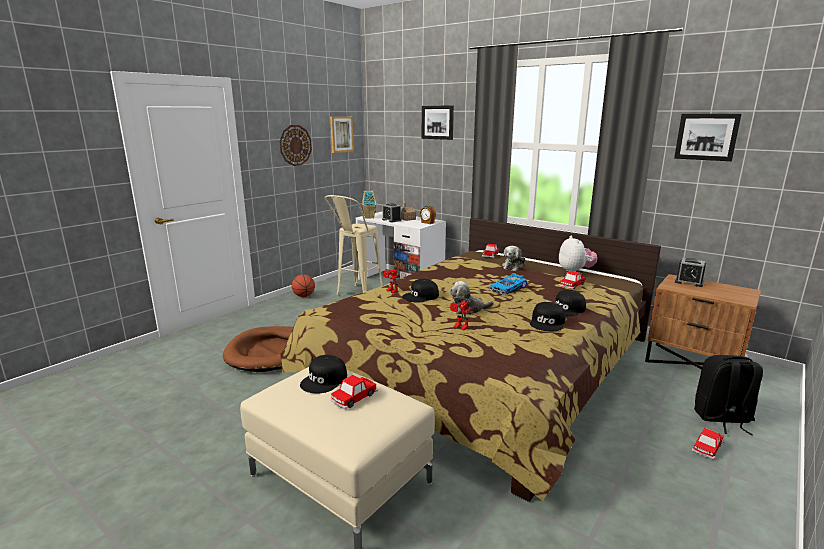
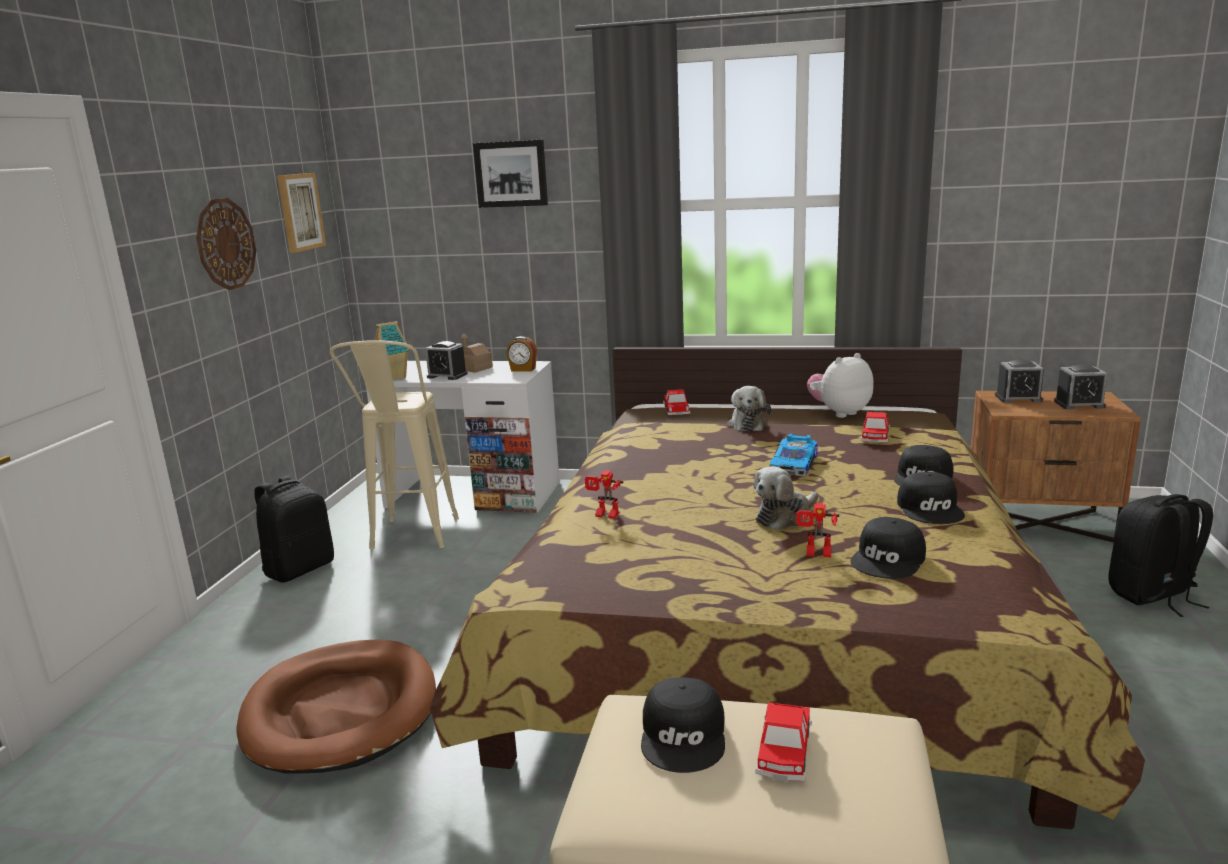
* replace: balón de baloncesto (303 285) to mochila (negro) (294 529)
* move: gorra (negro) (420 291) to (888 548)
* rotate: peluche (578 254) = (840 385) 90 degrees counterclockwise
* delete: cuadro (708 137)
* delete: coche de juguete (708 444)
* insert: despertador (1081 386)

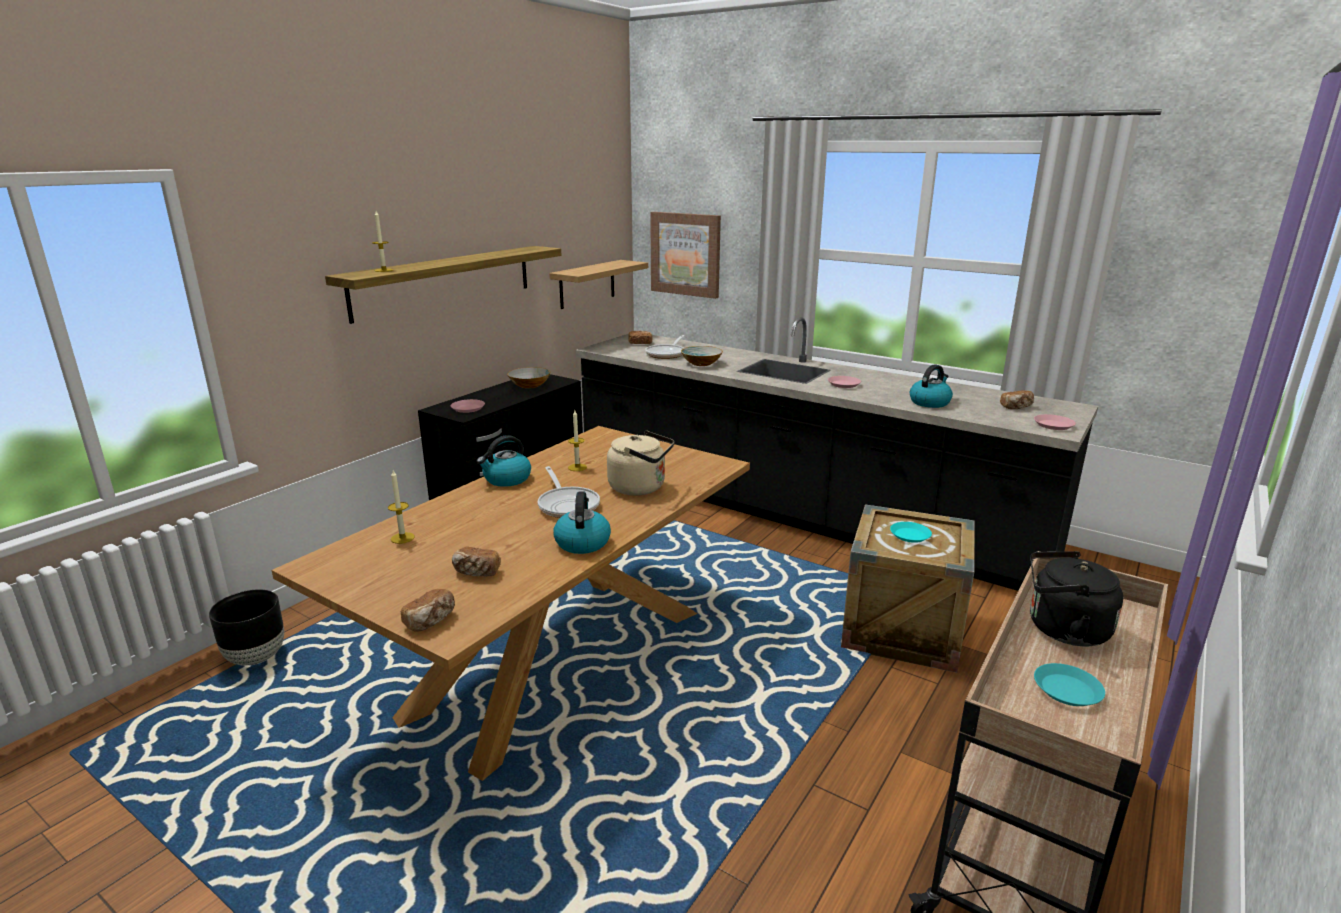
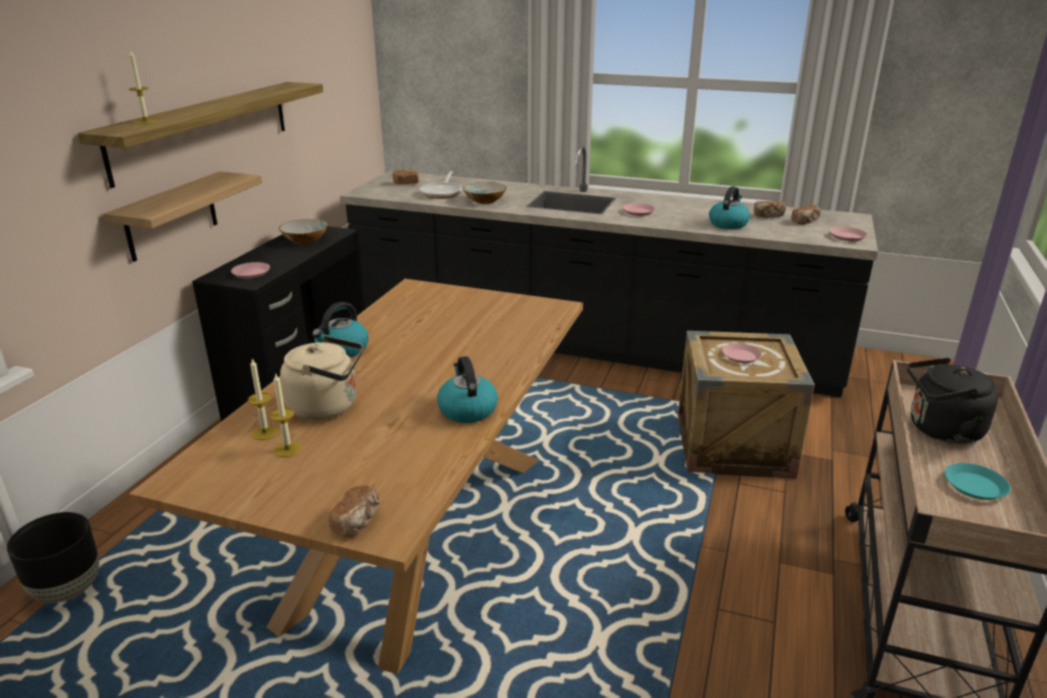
* move: pan (476 562) to (770 209)
* delete: sartén (569 492)
* move: estante (598 284) to (182 216)
* move: vela (577 440) to (286 415)
* move: hervidor (beis) (640 463) to (321 378)
* delete: cuadro (685 255)
* recolor: plato (turquesa) (911 532) to plato (rosa) (742 353)

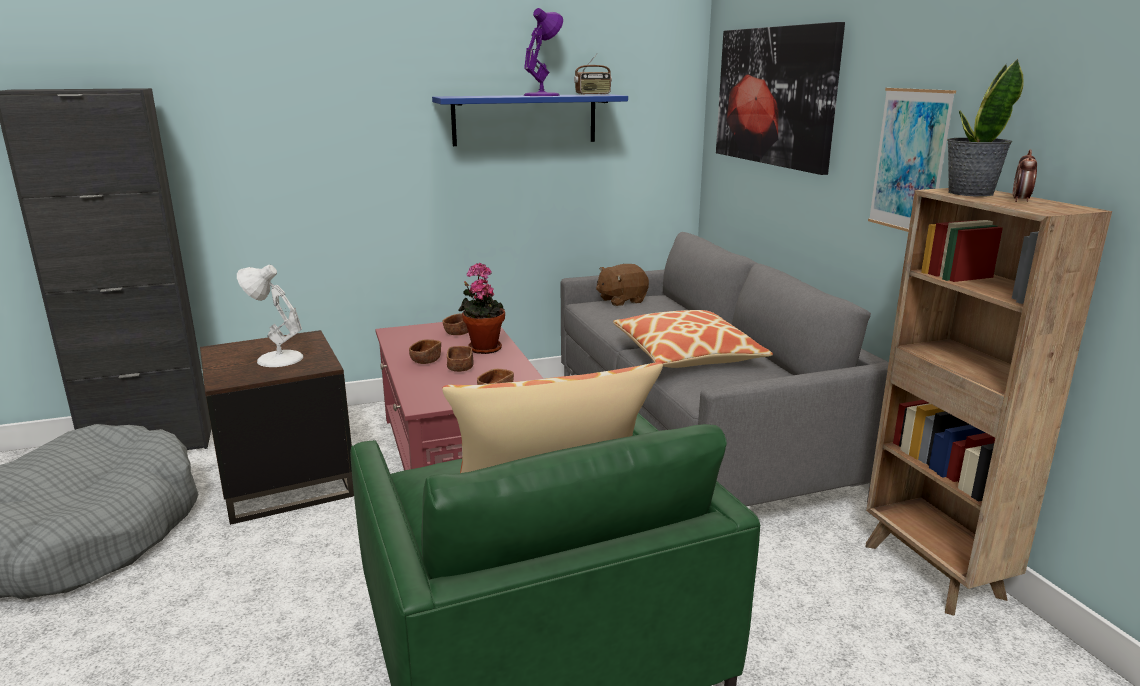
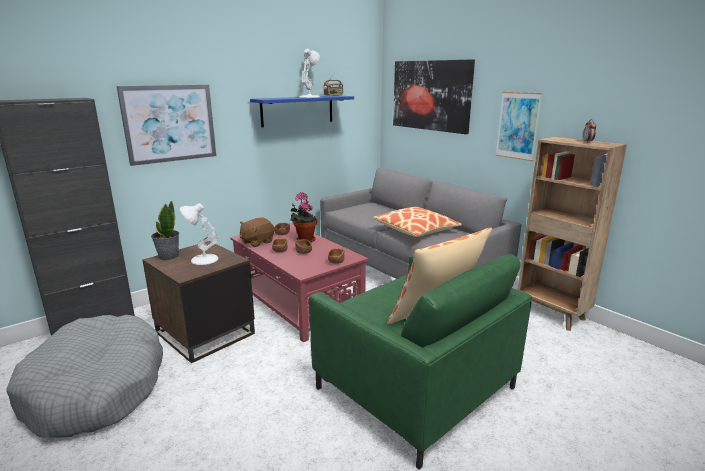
* recolor: lámpara de mesa (morado) (543 52) to lámpara de mesa (blanco) (310 73)
* move: peluche (marrón) (622 285) to (257 232)
* move: planta en maceta (985 127) to (165 230)
* insert: cuadro (166 125)

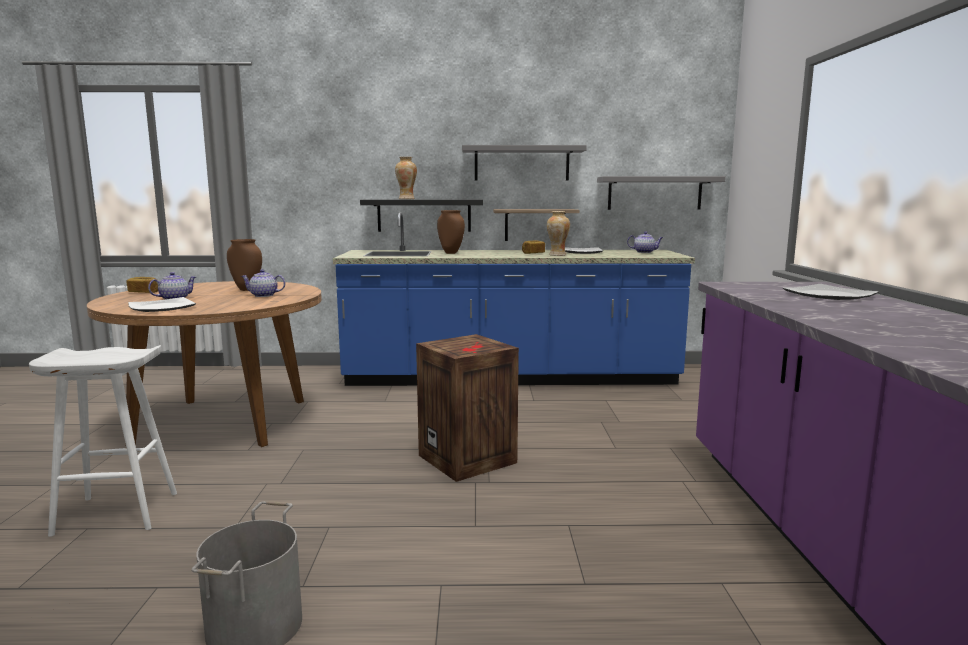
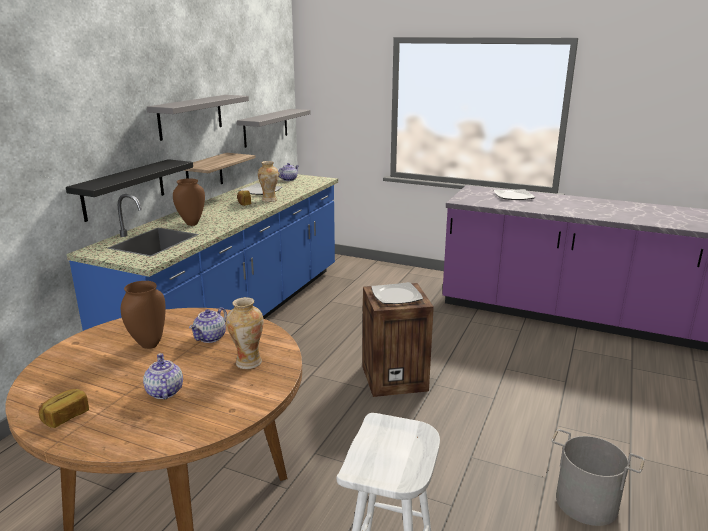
* move: plato (162 304) to (397 293)
* move: florero (406 178) to (244 333)

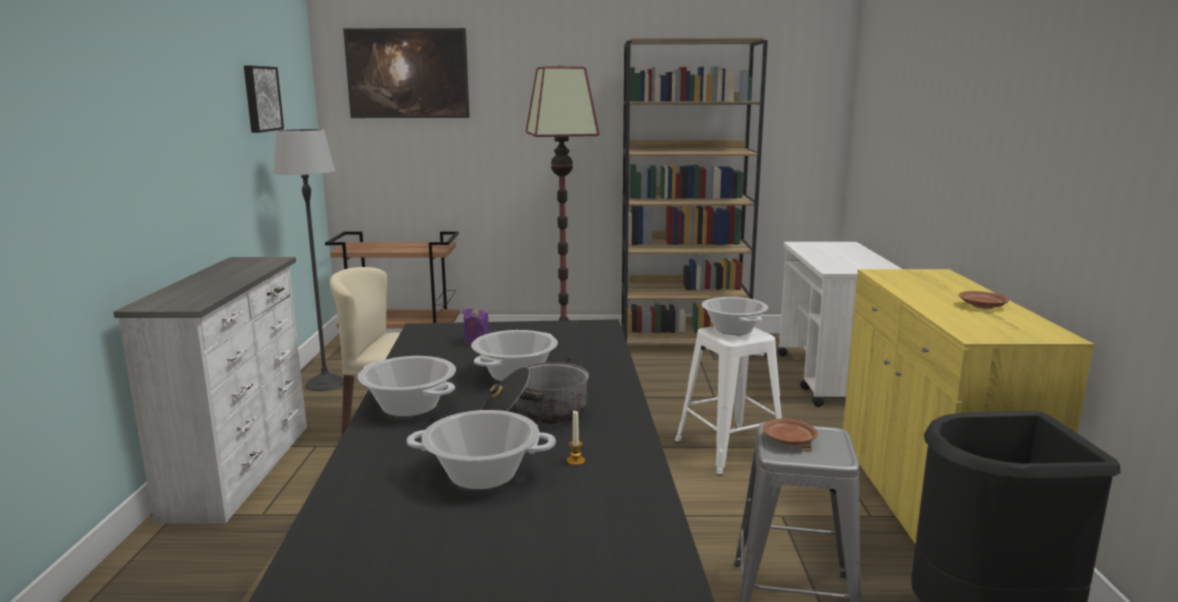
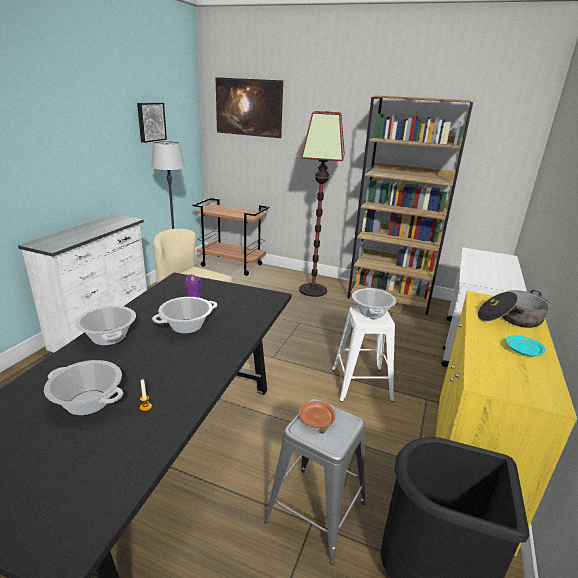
* move: olla (535 391) to (514 309)
* recolor: plato (marrón) (984 300) to plato (turquesa) (525 346)

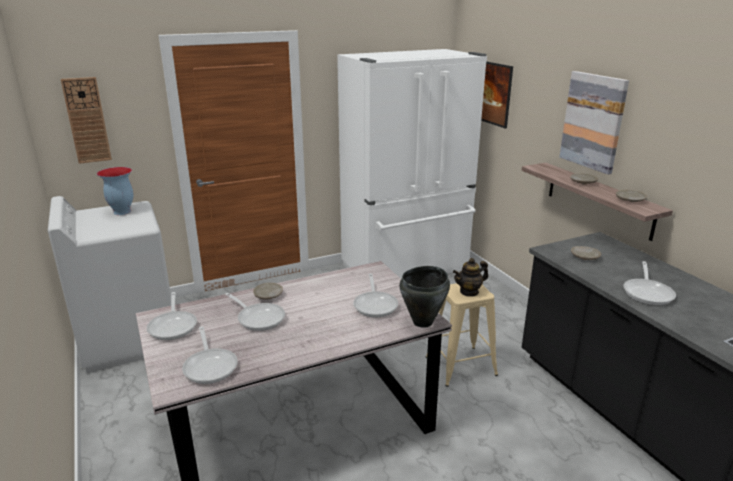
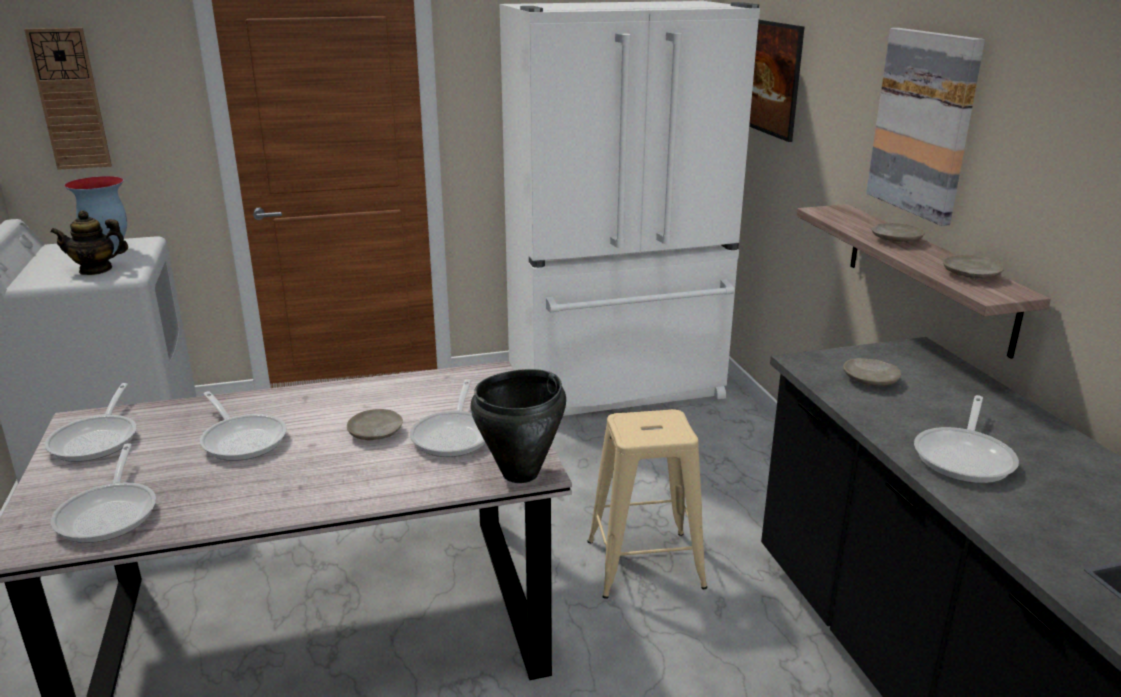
* move: plato (beis) (268 291) to (375 424)
* move: tetera (470 277) to (89 242)

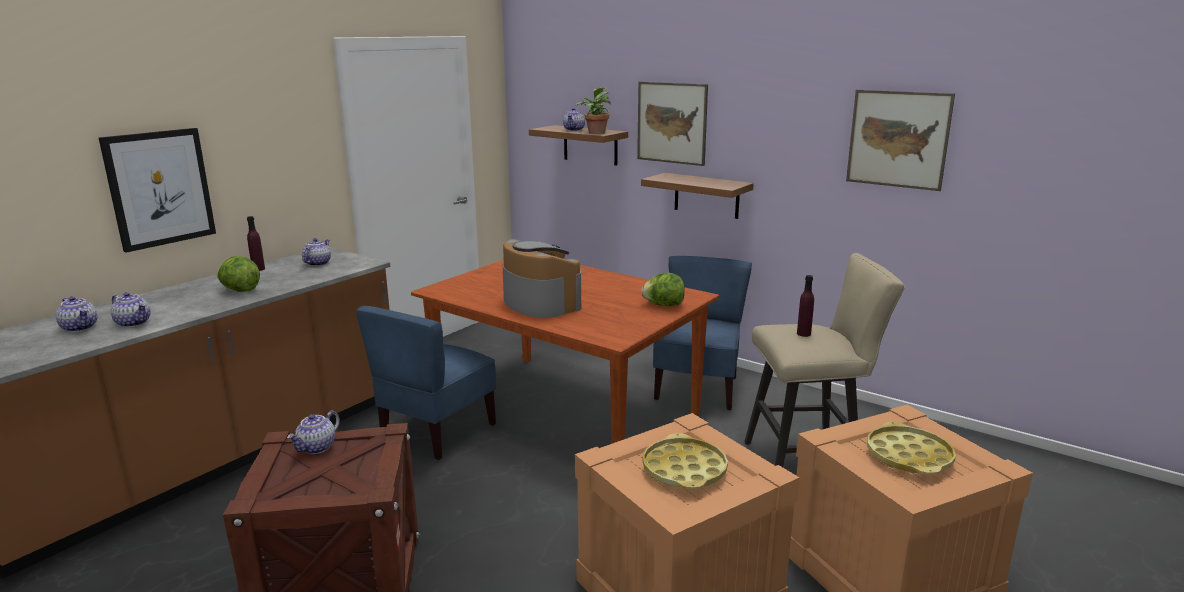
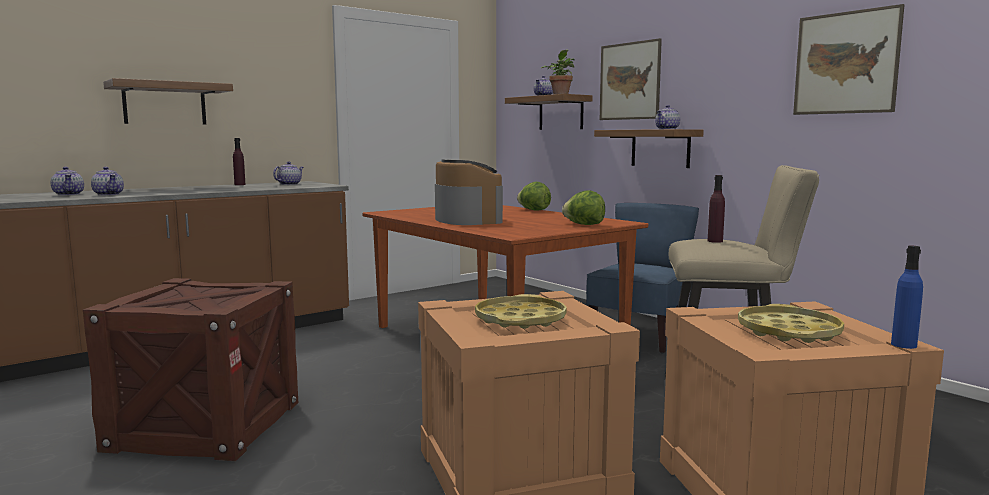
* replace: cuadro (157 190) to estante (168 101)
* move: lechuga (238 274) to (534 196)
* move: tetera (313 432) to (667 117)
* delete: silla (azul) (426 383)
* insert: botella (azul) (907 297)

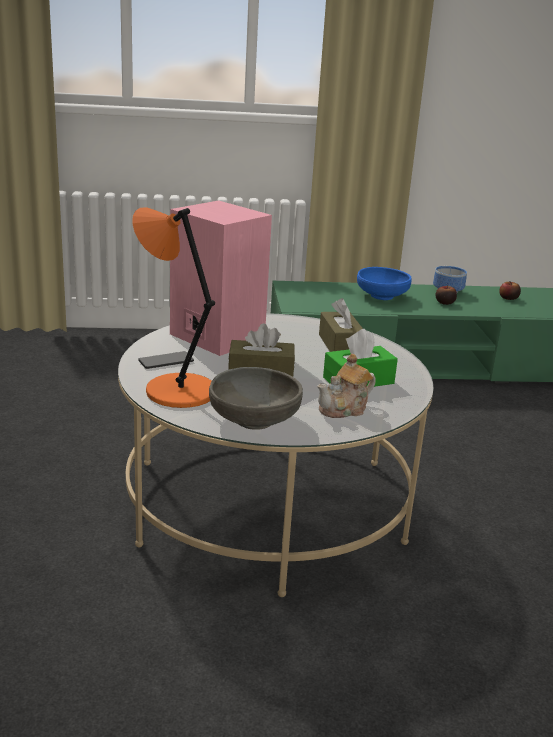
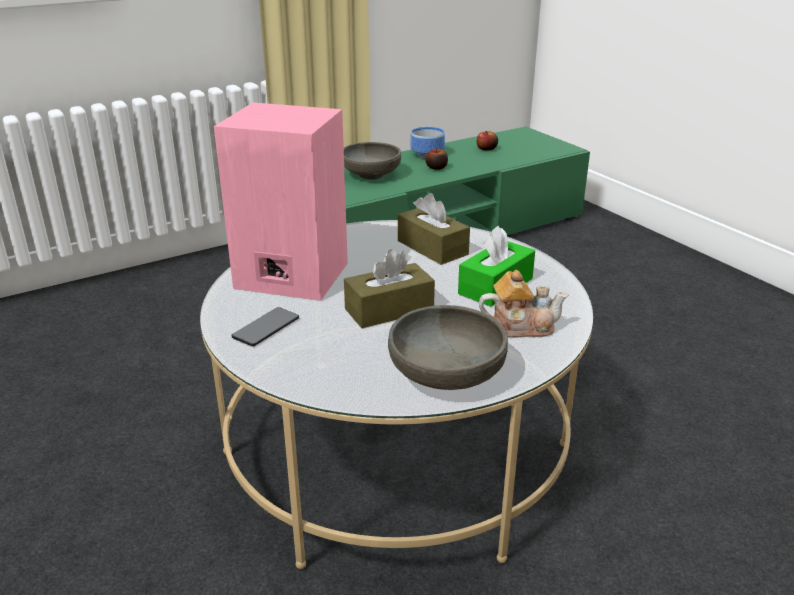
* delete: lámpara de mesa (naranja) (173 307)
* rotate: tetera (346 386) = (524 304) 120 degrees counterclockwise
* recolor: cuenco (azul) (384 283) to cuenco (gris) (372 161)

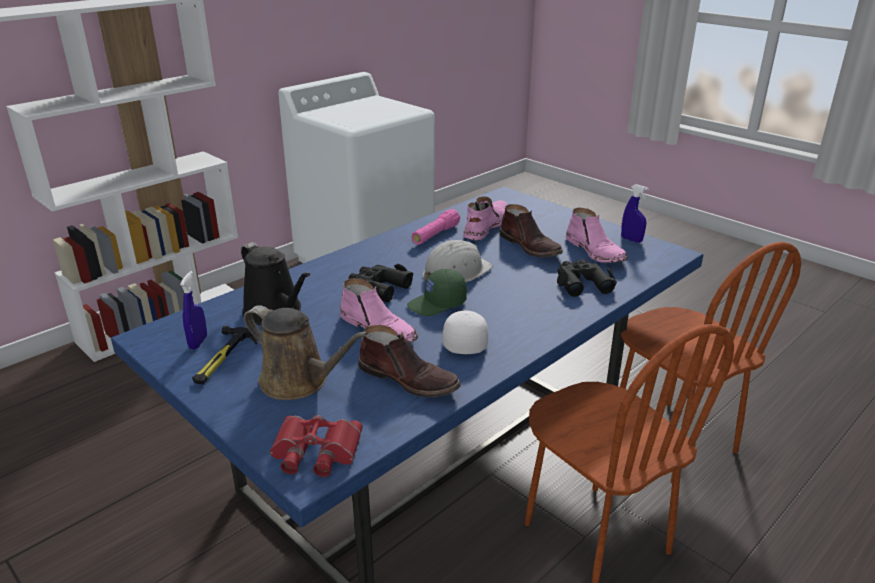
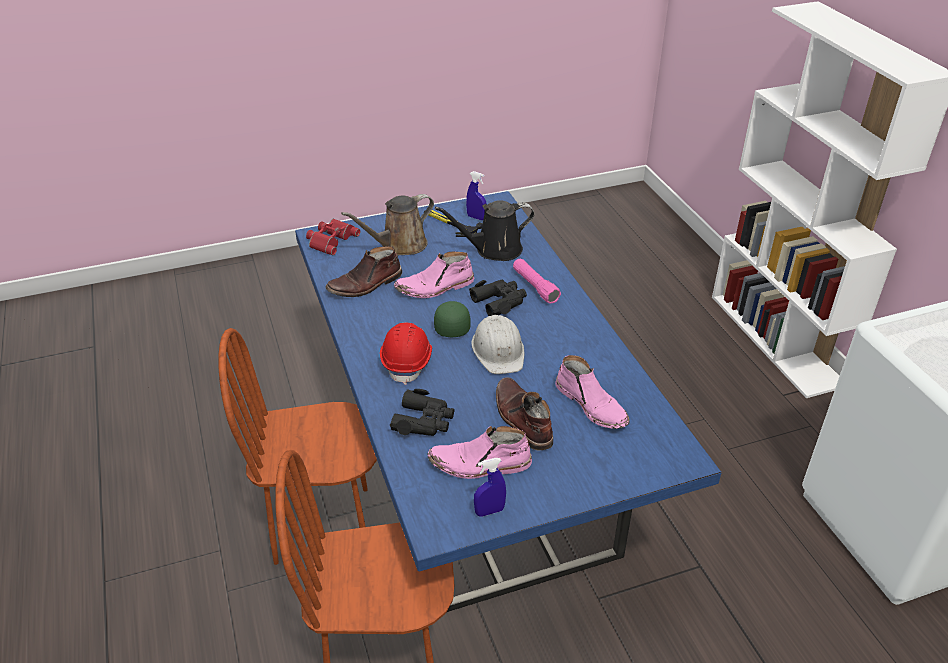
* move: linterna (rosa) (435 227) to (537 281)
* delete: gorra (blanco) (465 332)
* rotate: bota (marrón) (531 230) = (524 413) 75 degrees clockwise
* insert: casco (rojo) (406 354)

